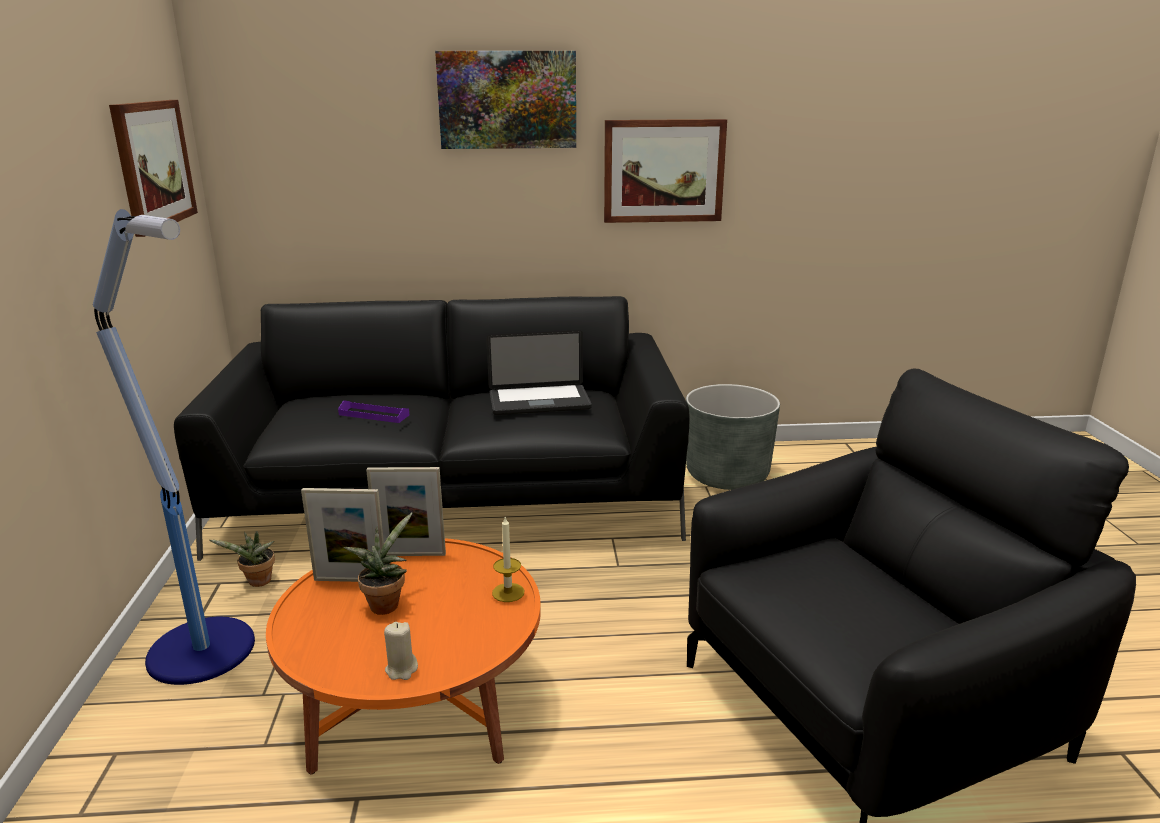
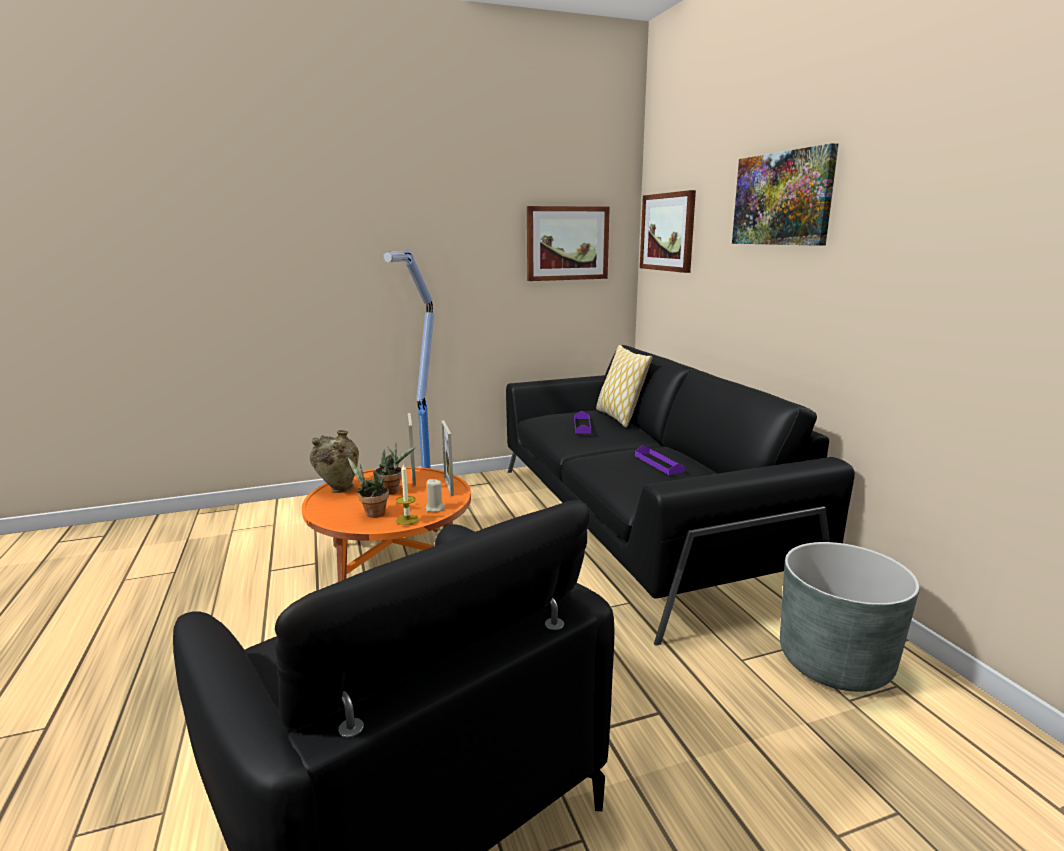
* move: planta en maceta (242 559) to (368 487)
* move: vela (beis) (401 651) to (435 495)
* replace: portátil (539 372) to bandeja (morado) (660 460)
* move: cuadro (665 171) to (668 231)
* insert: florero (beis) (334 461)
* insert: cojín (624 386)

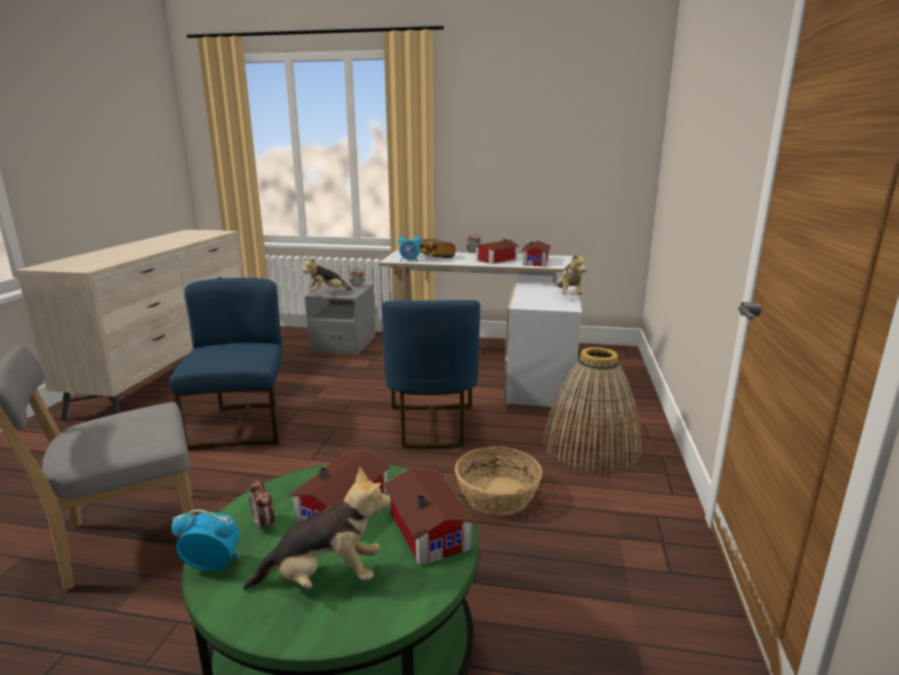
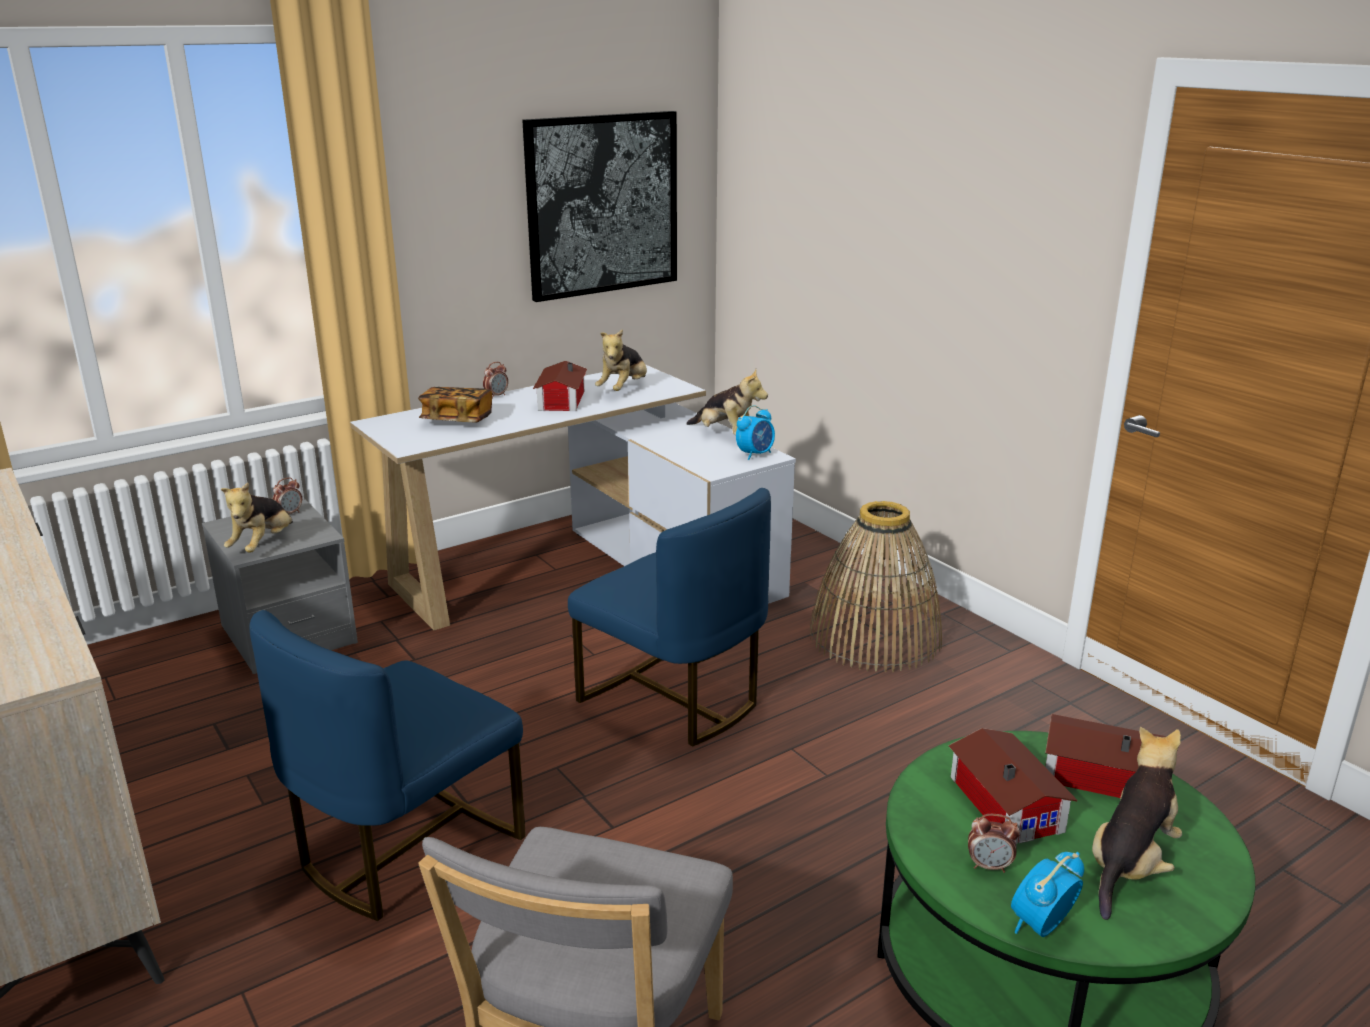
* rotate: silla (azul) (225 364) = (387 765) 90 degrees counterclockwise
* move: despertador (409 247) to (755 432)
* delete: cesta (498 480)
* replace: casita (536 253) to peluche (621 360)
* insert: cuadro (599 206)

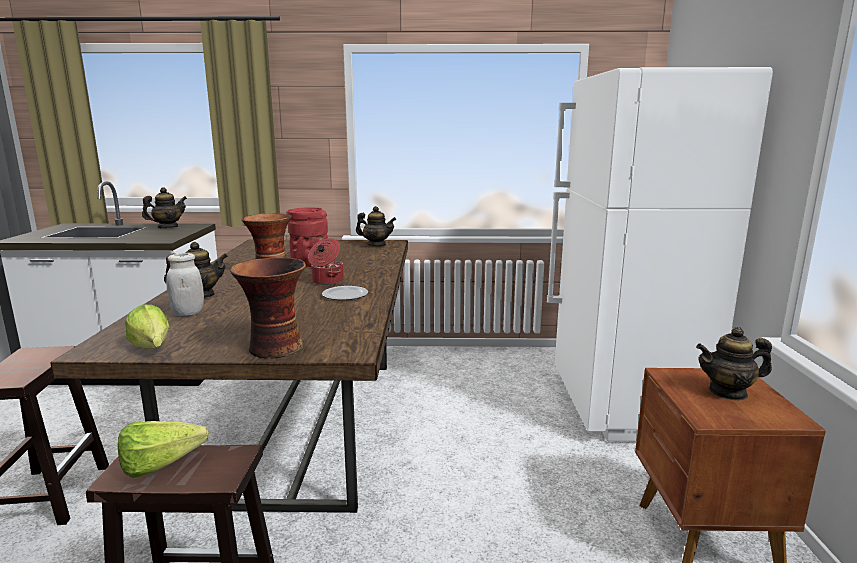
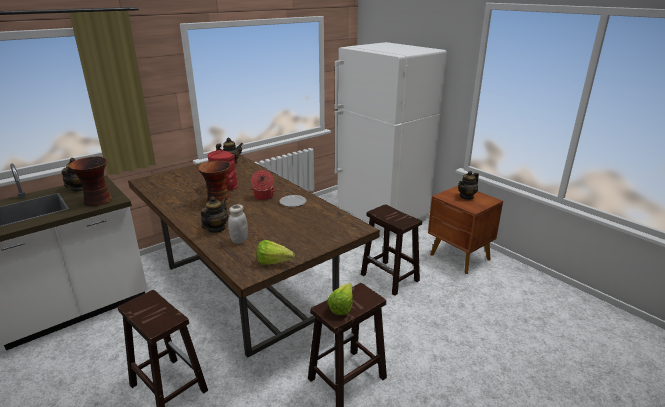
* move: florero (268 308) to (90 181)
* insert: taburete (marrón) (391 250)

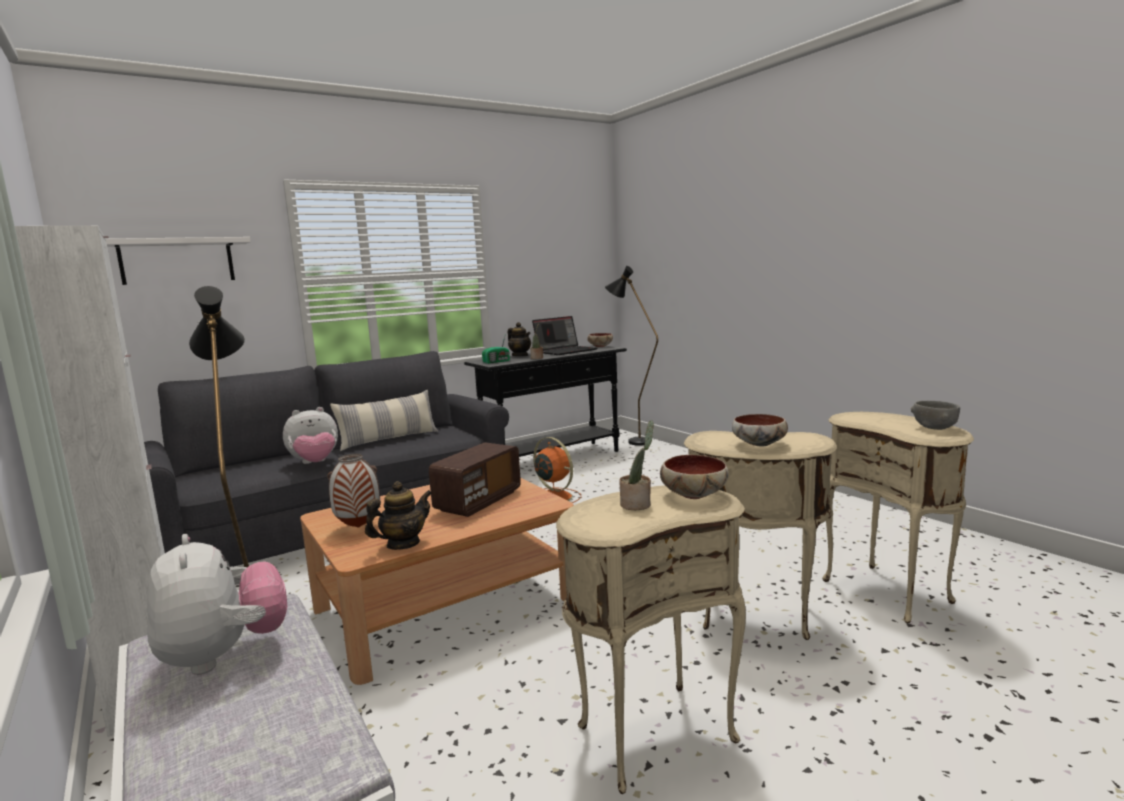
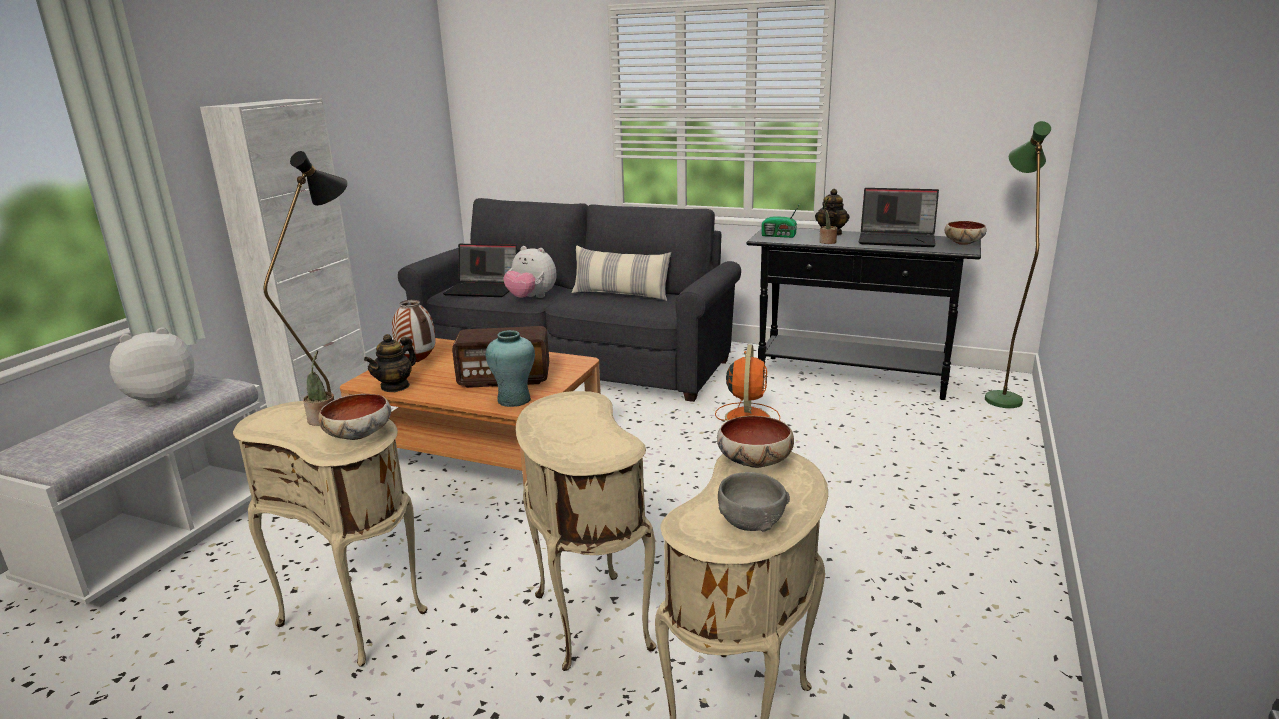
* delete: estante (blanco) (178 261)
* rotate: peluche (217 604) = (152 367) 150 degrees counterclockwise
* rotate: tetera (398 515) = (390 363) 105 degrees clockwise
* recolor: lámpara de pie (negro) (631 356) to lámpara de pie (verde) (1018 264)
* move: cuenco (760 430) to (755 442)
* insert: portátil (480 270)
* insert: florero (turquesa) (510 368)

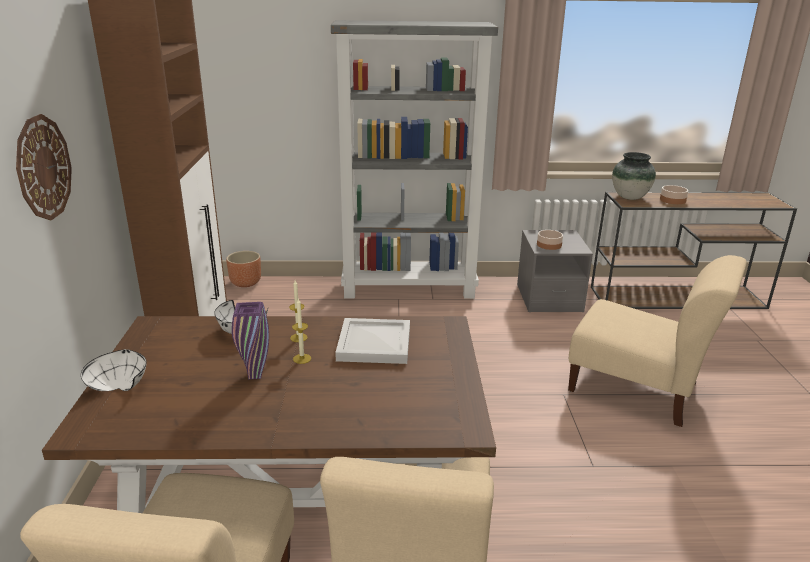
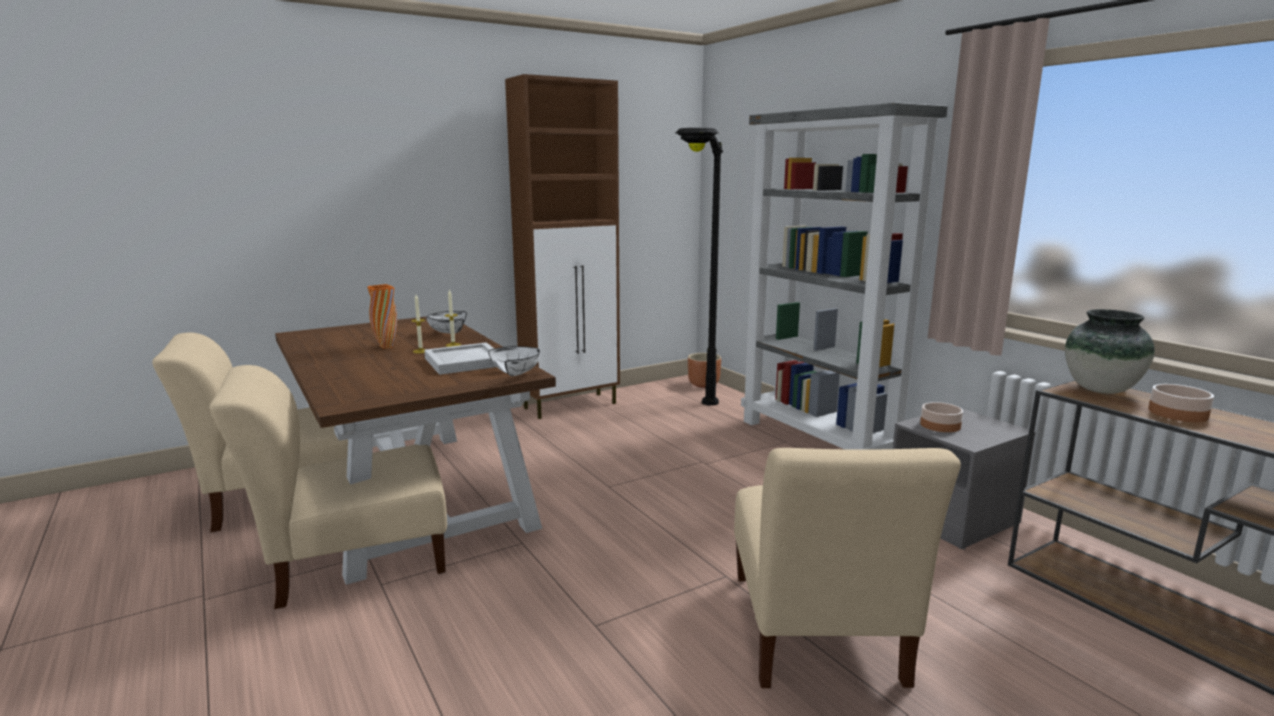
* delete: reloj de pared (44 167)
* move: cuenco (blanco) (113 370) to (514 361)
* recolor: florero (morado) (250 340) to florero (naranja) (382 316)
* insert: lámpara de pie (negro) (699 267)

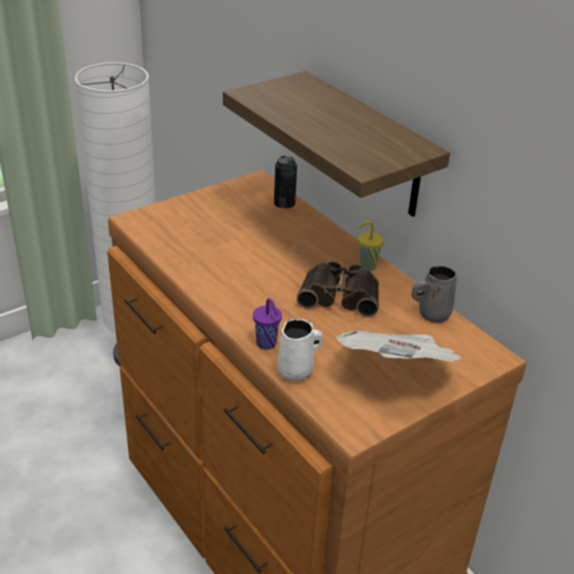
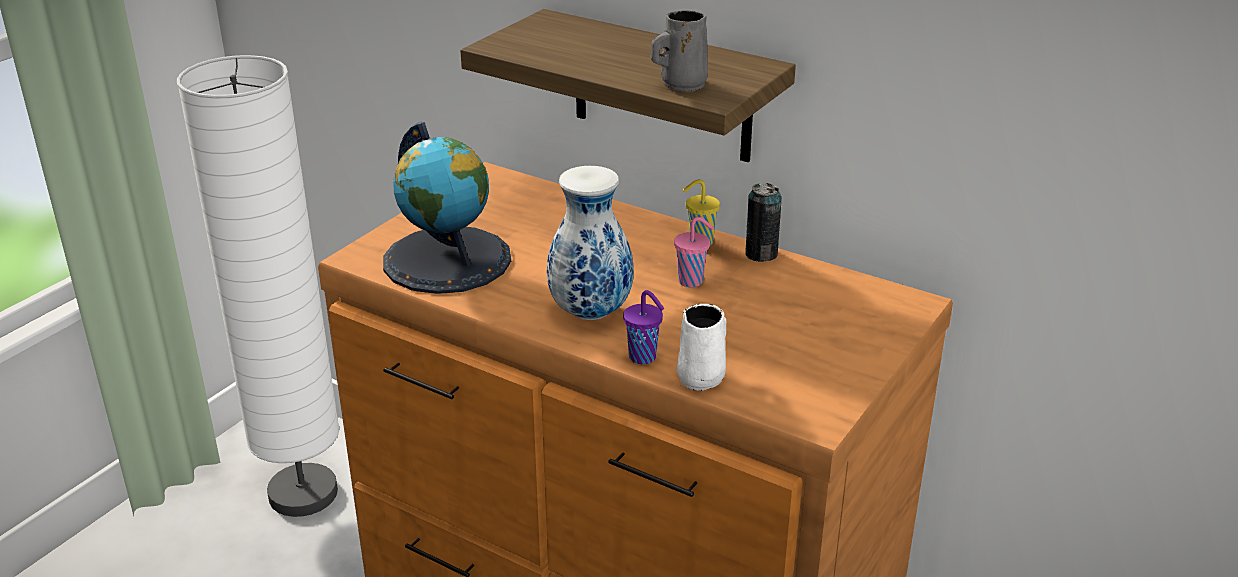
* move: lata (285 182) to (763 222)
* replace: prismáticos (338 289) to taza (rosa) (694 252)
* delete: periódico (400 346)
* move: taza grande (gris) (434 294) to (679 51)
* insert: globo terráqueo (447 208)
* insert: florero (590 243)

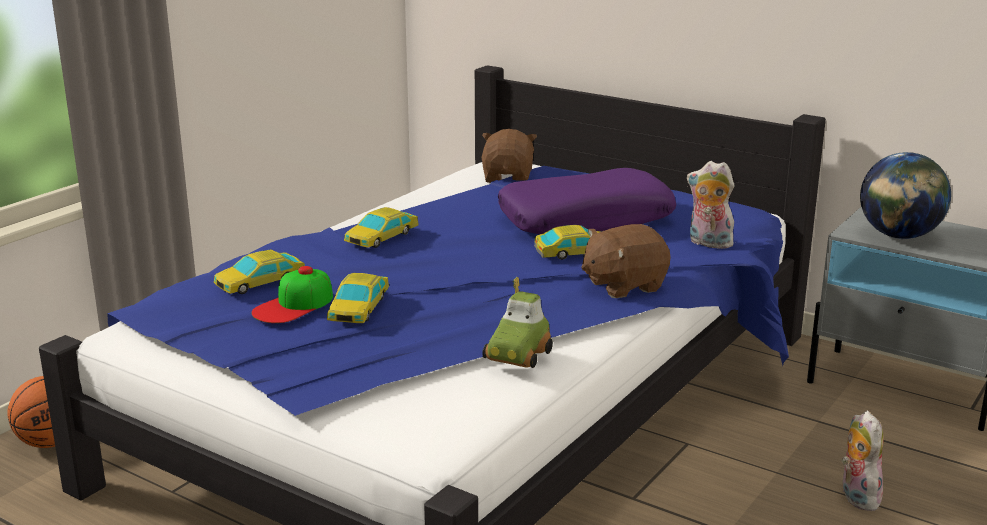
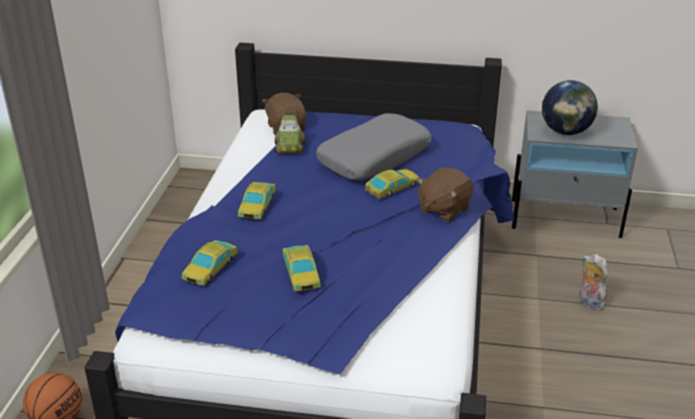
* delete: gorra (292 294)
* move: coche de juguete (517 322) to (290 131)
* recolor: cojín (morado) (587 201) to cojín (gris) (374 146)
* delete: peluche (712 205)

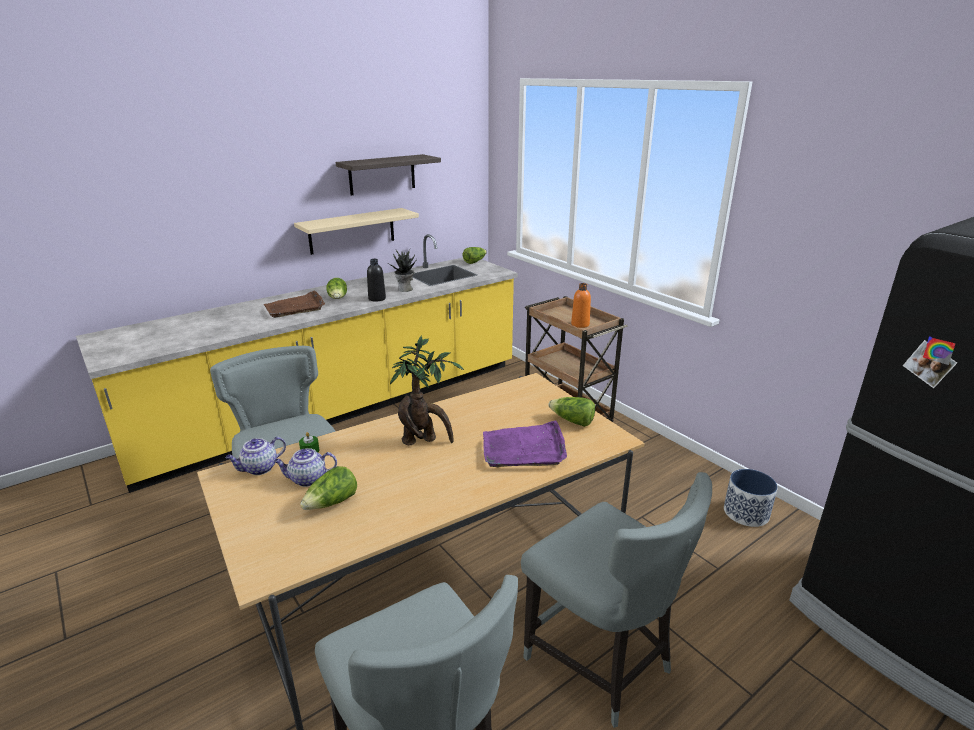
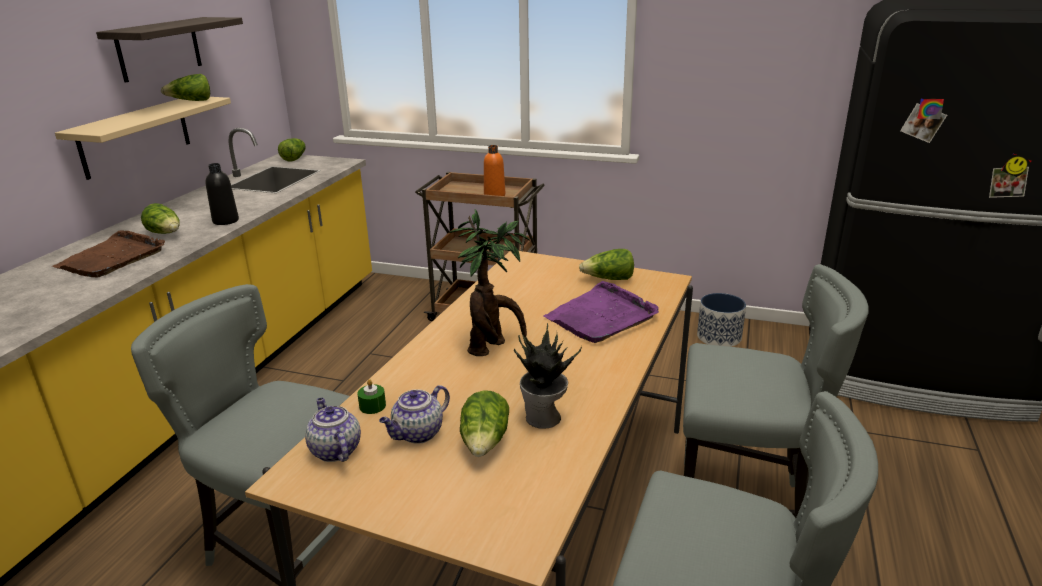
* rotate: tetera (255 456) = (333 430) 135 degrees clockwise
* move: planta en maceta (403 271) to (548 376)
* insert: lechuga (185 87)

